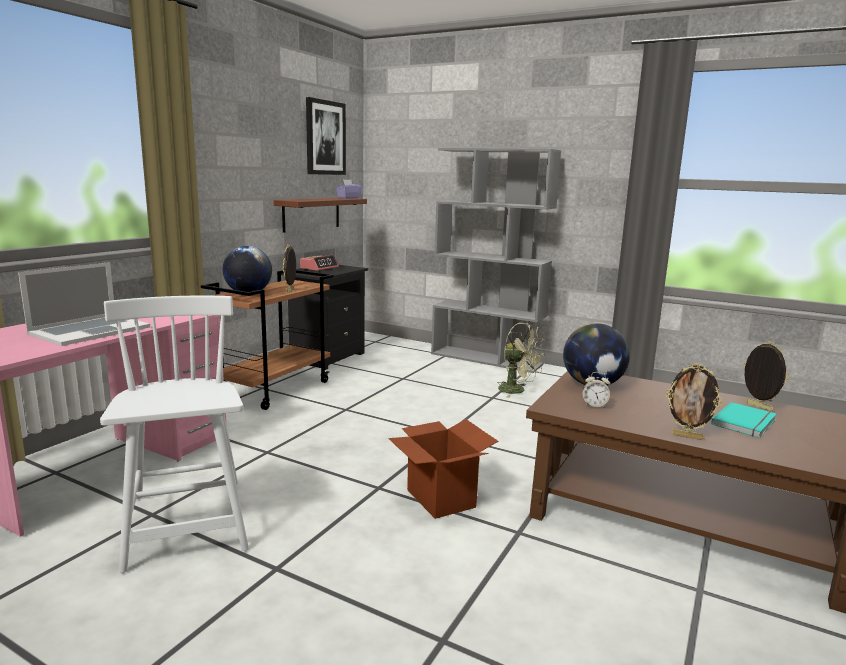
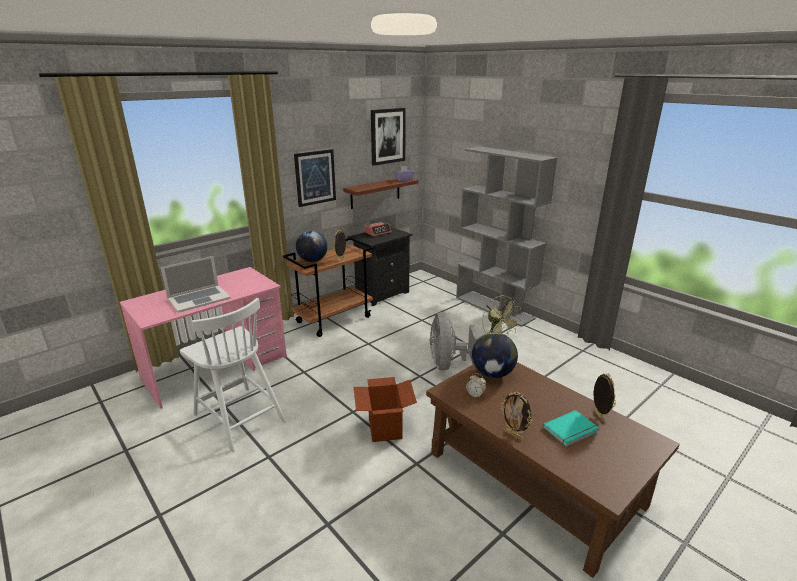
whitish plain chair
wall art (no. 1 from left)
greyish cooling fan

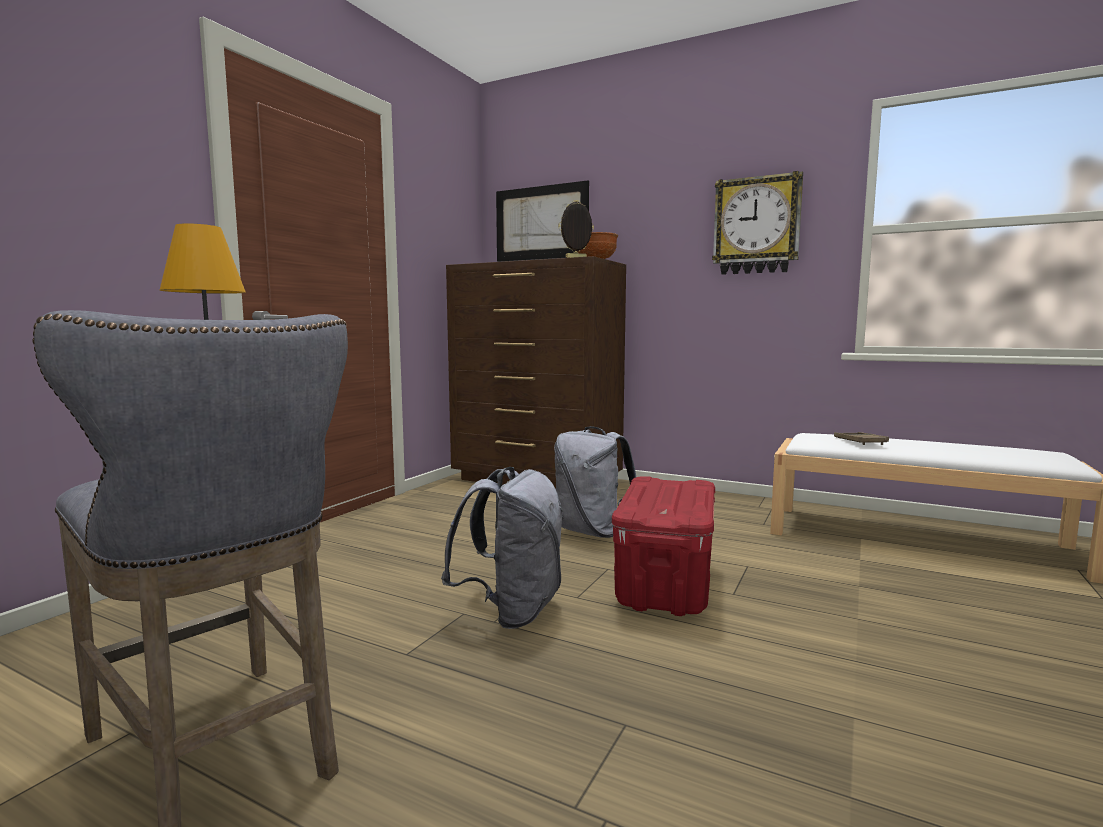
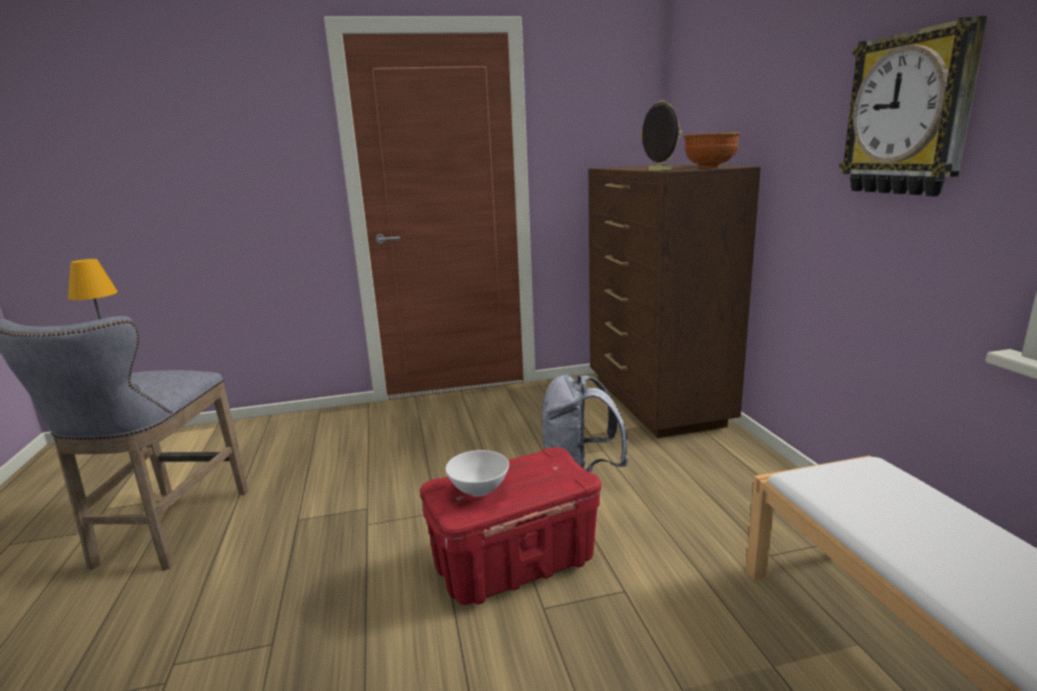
whitish serving bowl
greyish backpack (no. 1 from left in the first image)
wall art
brown-coloured serving tray

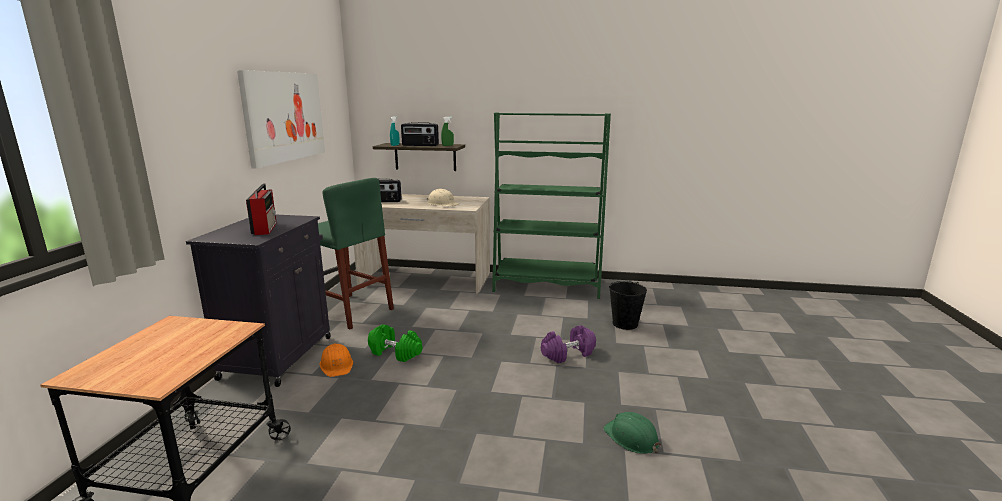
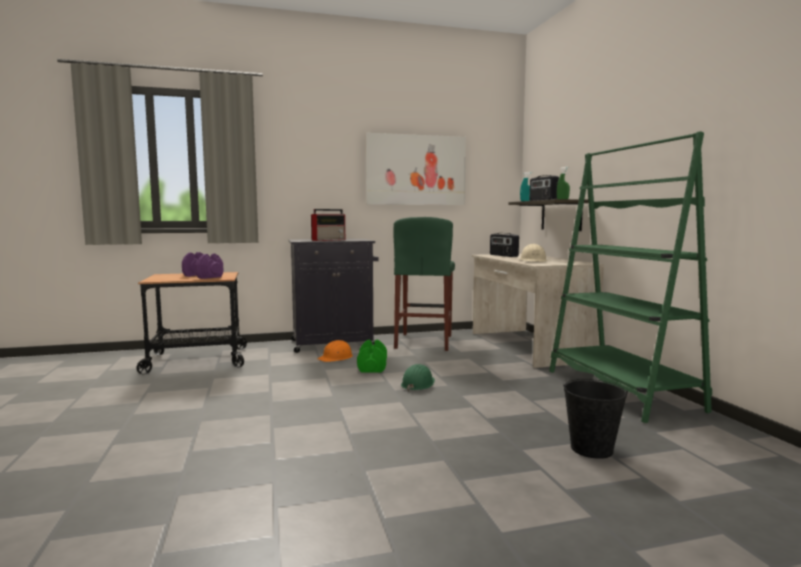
purplish hand weight
green work helmet

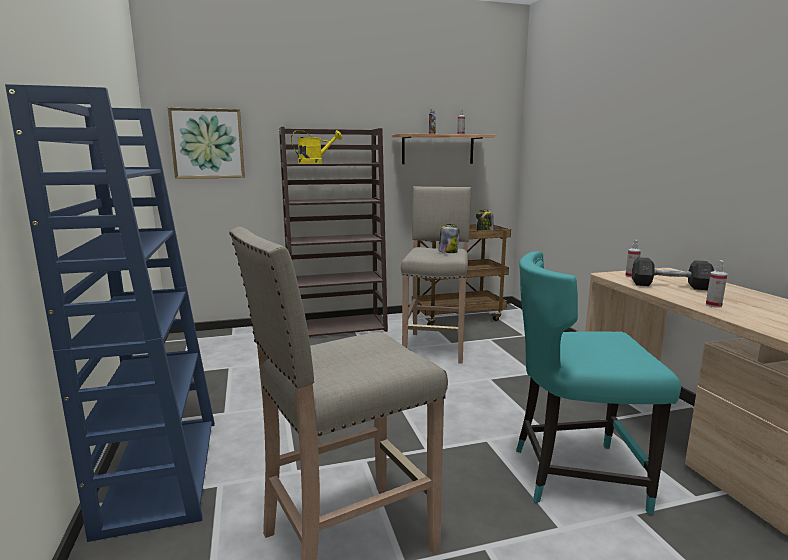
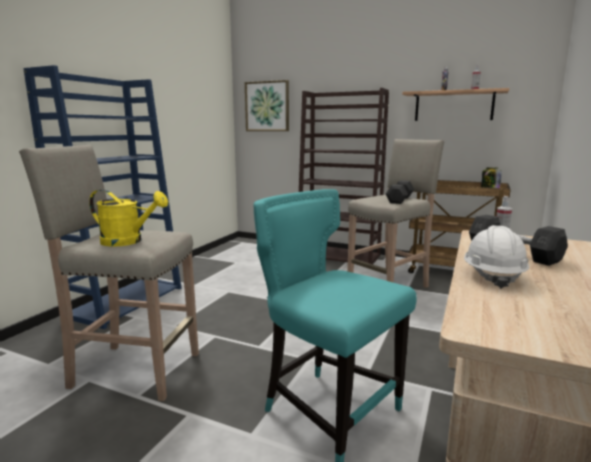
yellow-coloured sprinkling can
greyish hand weight (no. 1 from left)
whitish work helmet

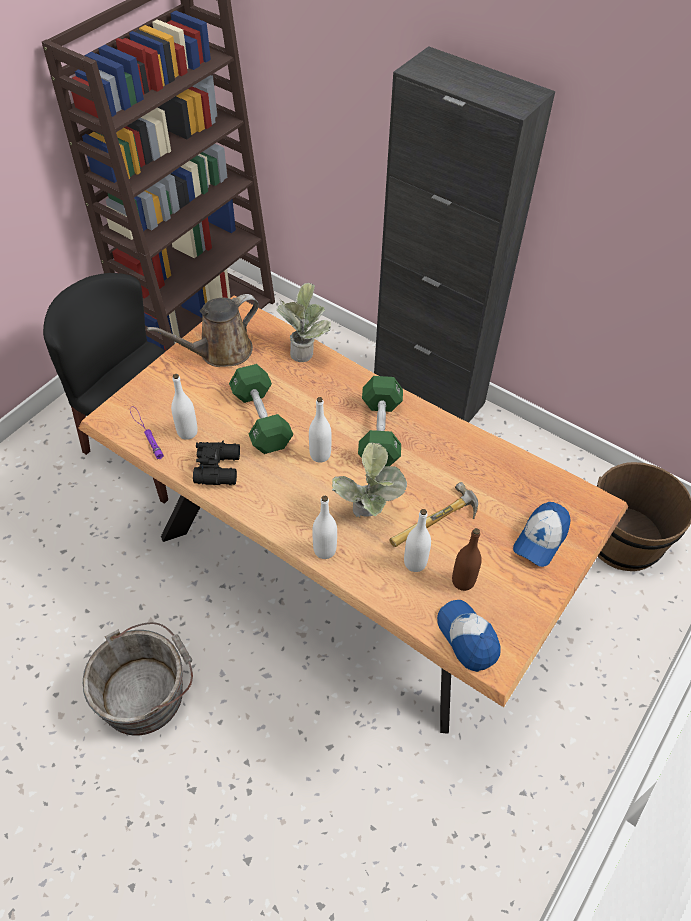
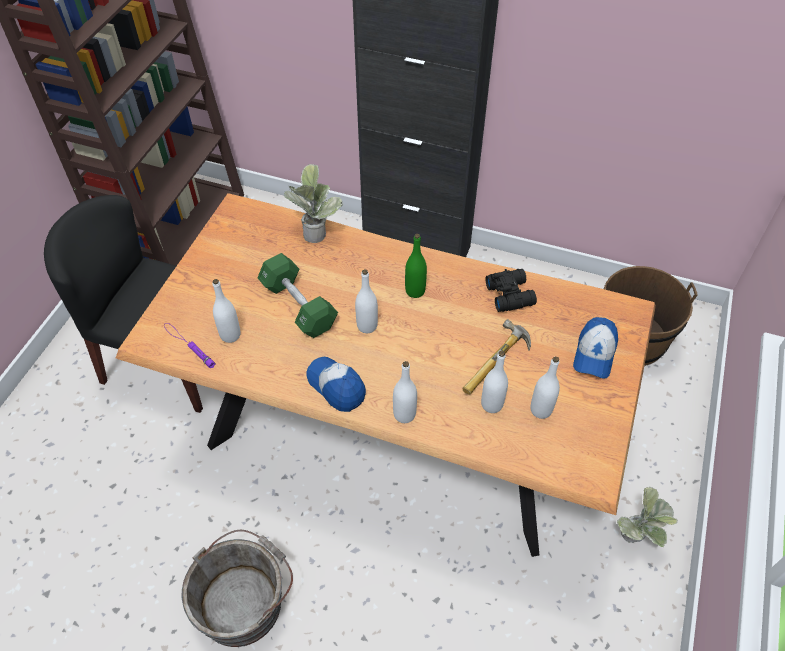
peaked cap (no. 1 from left)
green beverage bottle
blackish binoculars
whitish beverage bottle (no. 5 from left)
plant in a pot (no. 2 from left)
brown-coloured sprinkling can

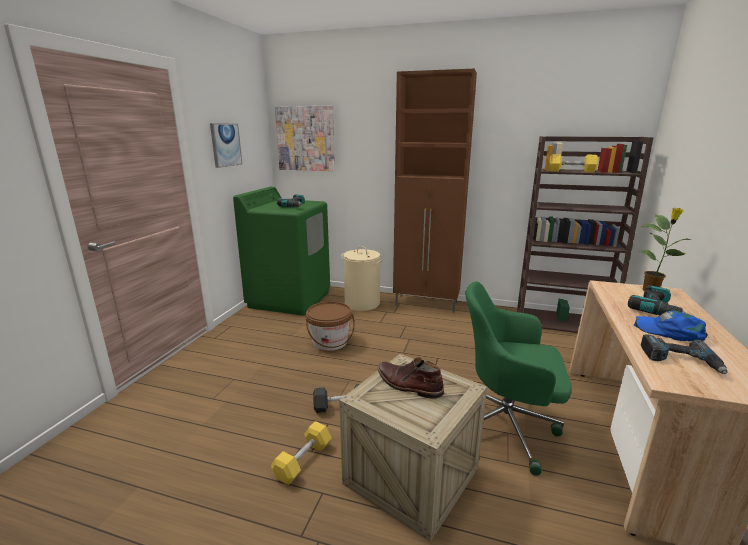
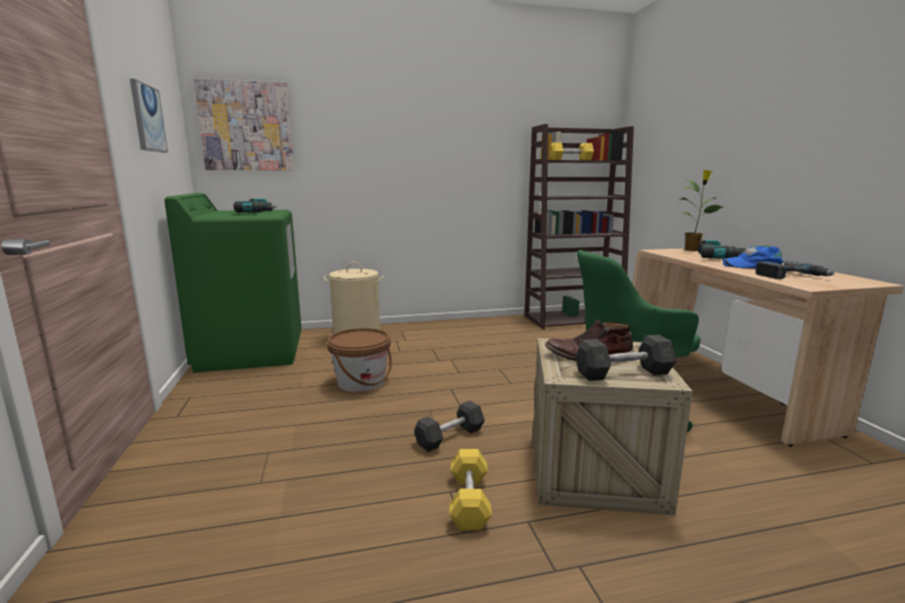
greyish hand weight (no. 2 from left)
brown-coloured storage cabinet

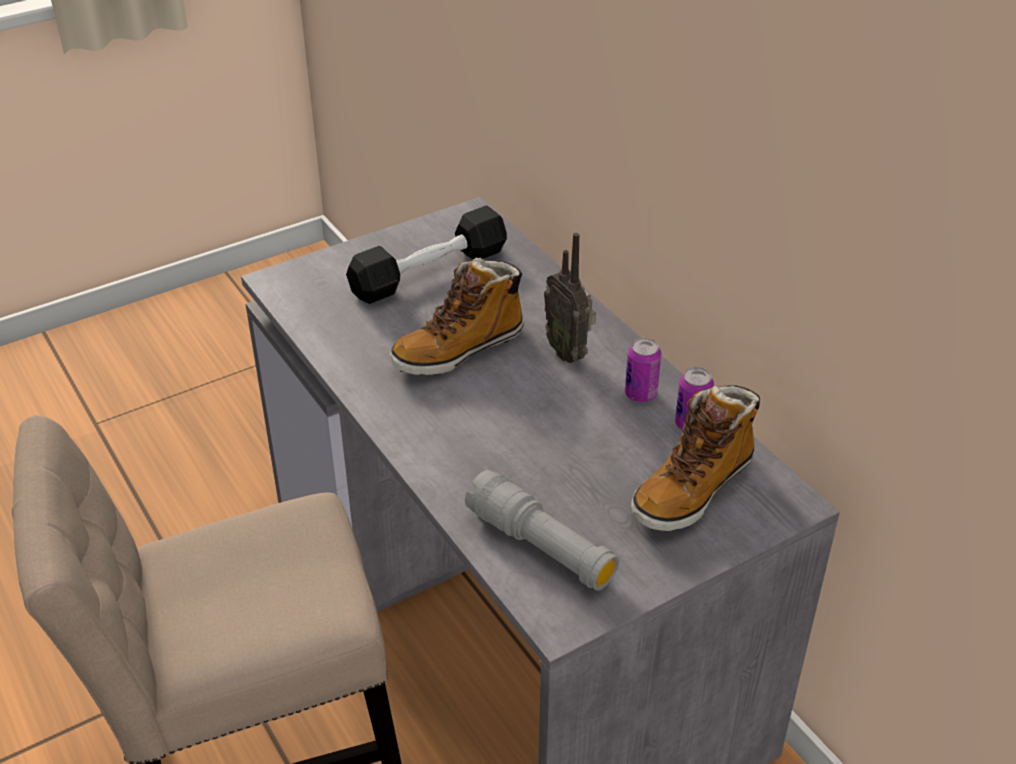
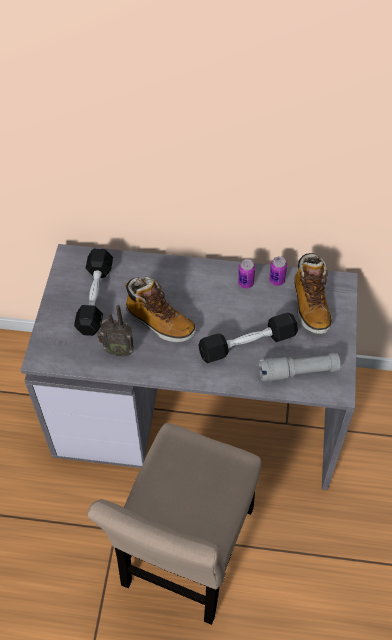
radio set
high-top boot (no. 1 from left)
blackish hand weight (no. 2 from left)

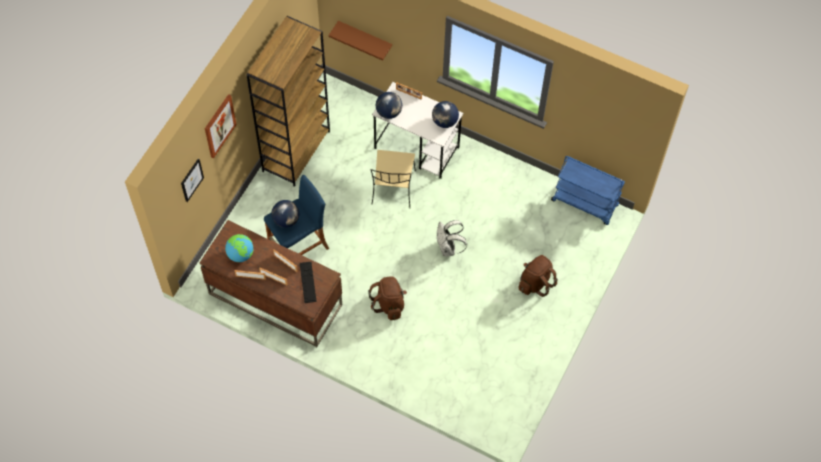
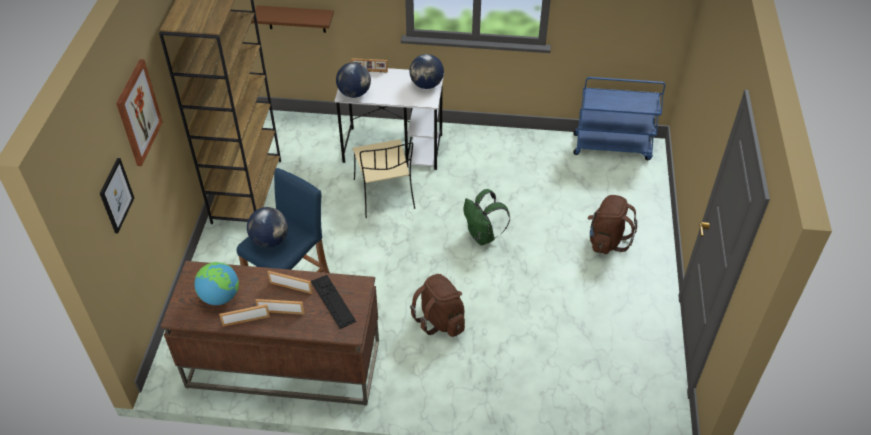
green backpack

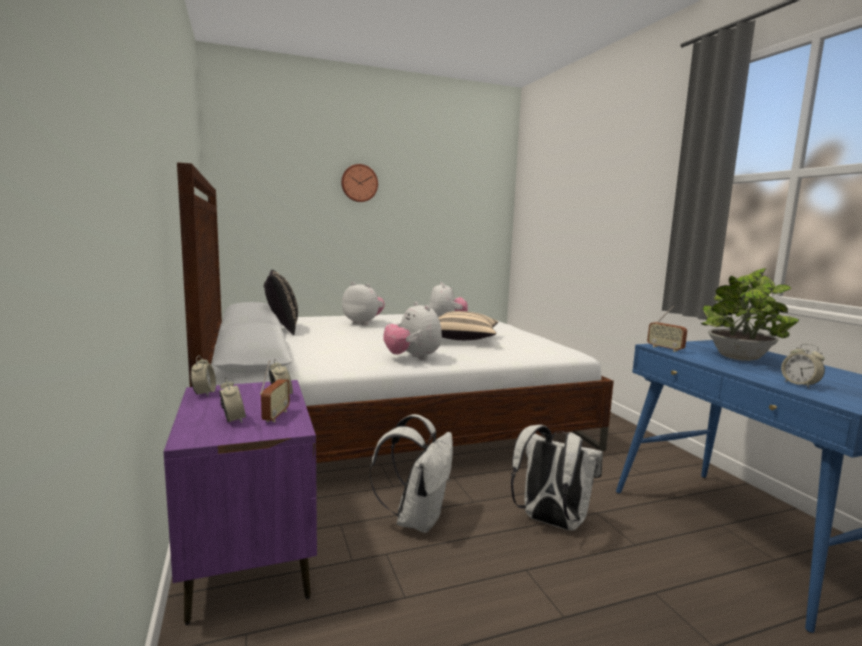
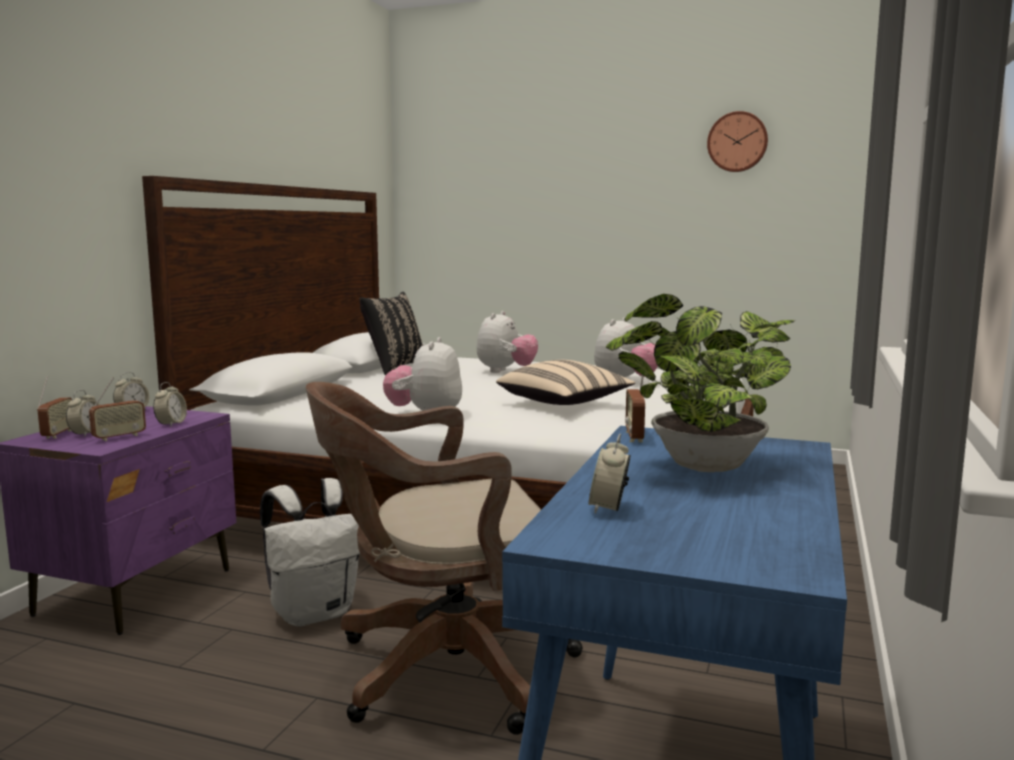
radio set (no. 1 from left)
brown-coloured desk chair
plush toy (no. 2 from left)
hanging clock

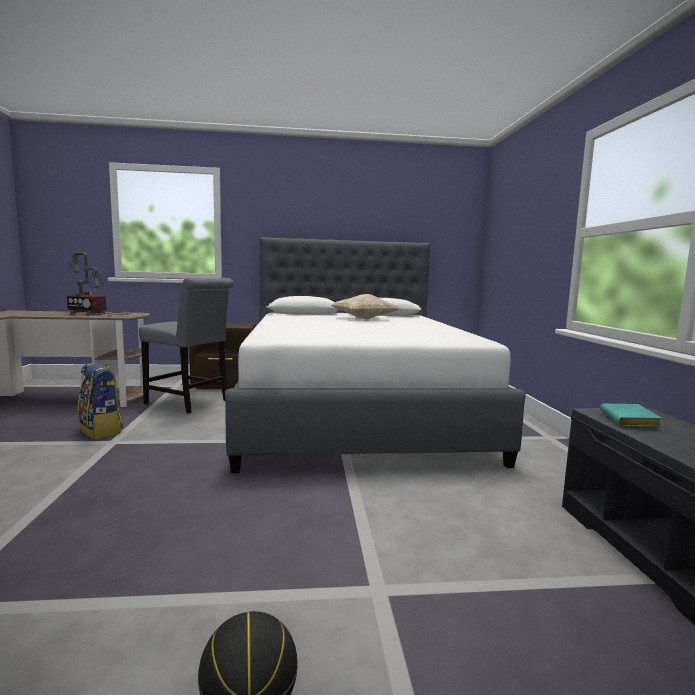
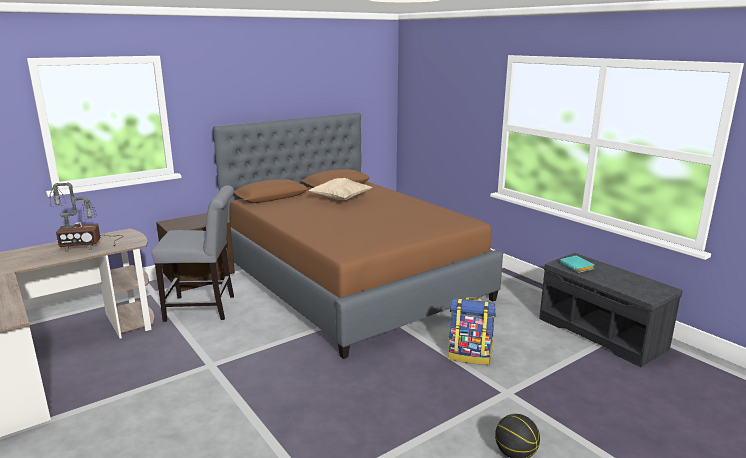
brown-coloured bedroom bed
backpack

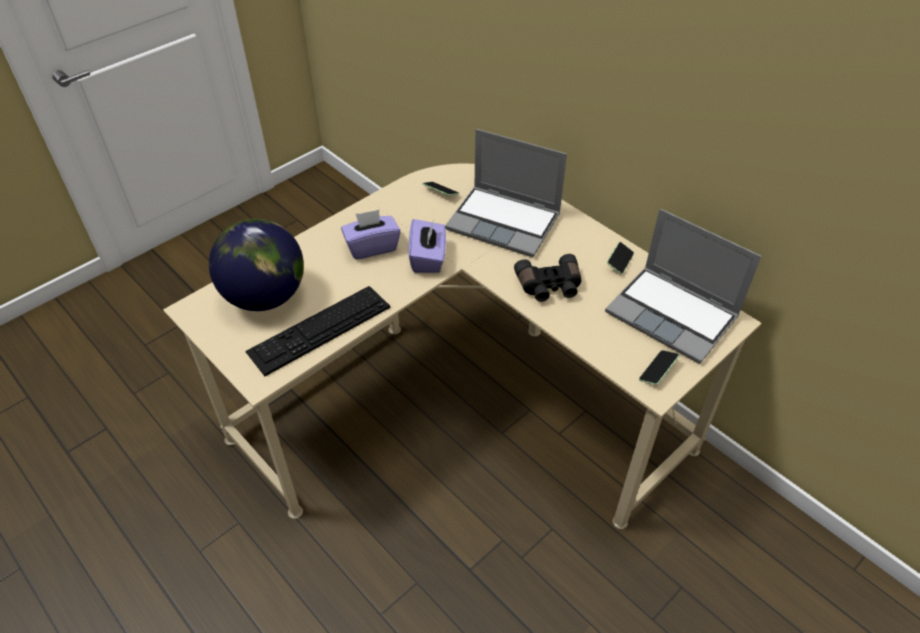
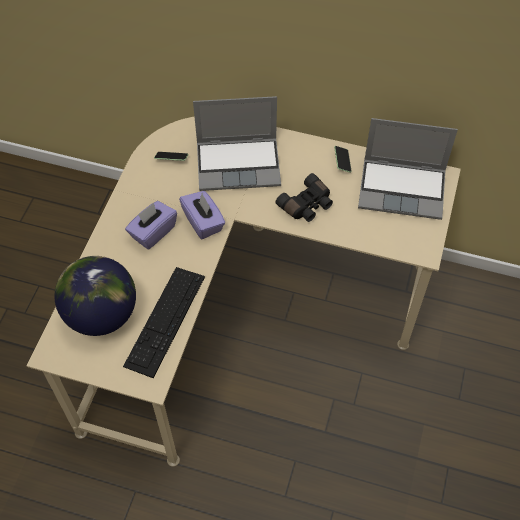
phone (no. 3 from left in the first image)

